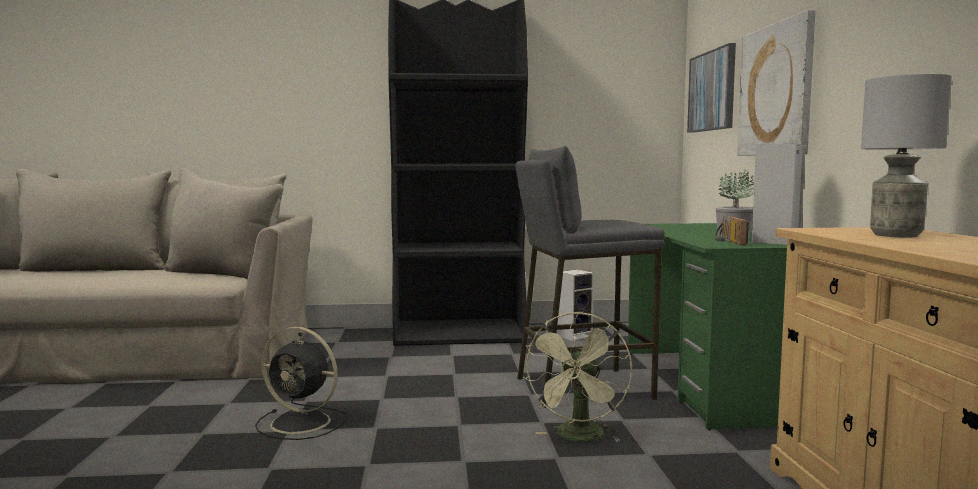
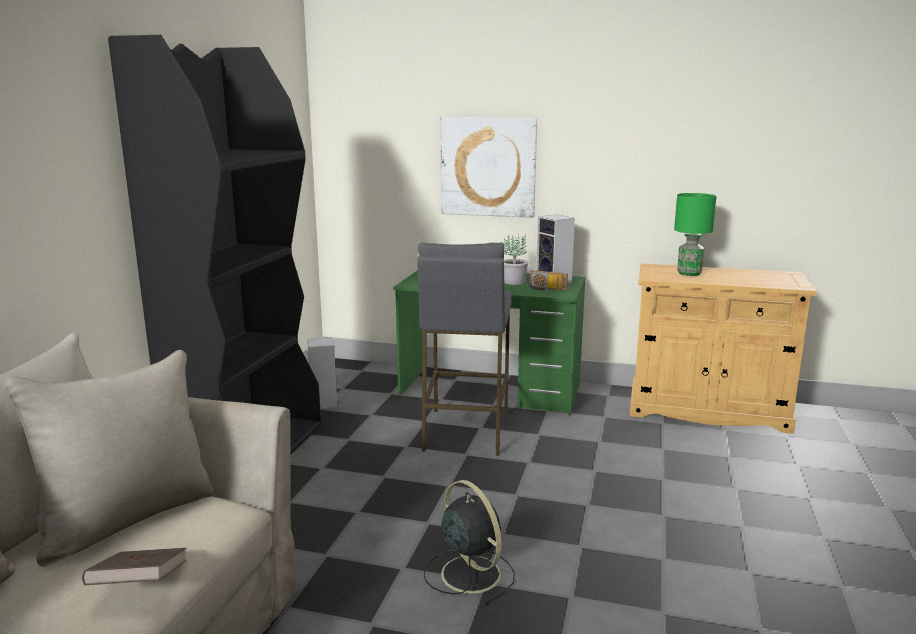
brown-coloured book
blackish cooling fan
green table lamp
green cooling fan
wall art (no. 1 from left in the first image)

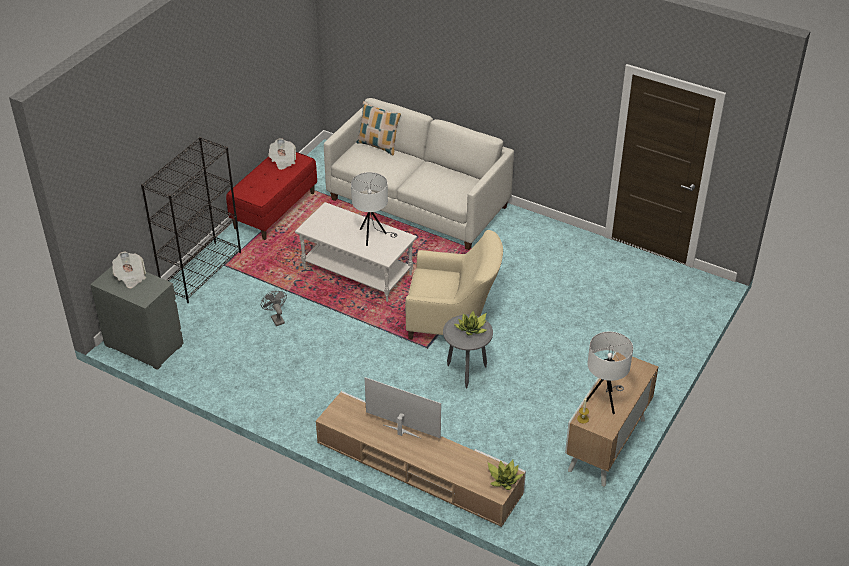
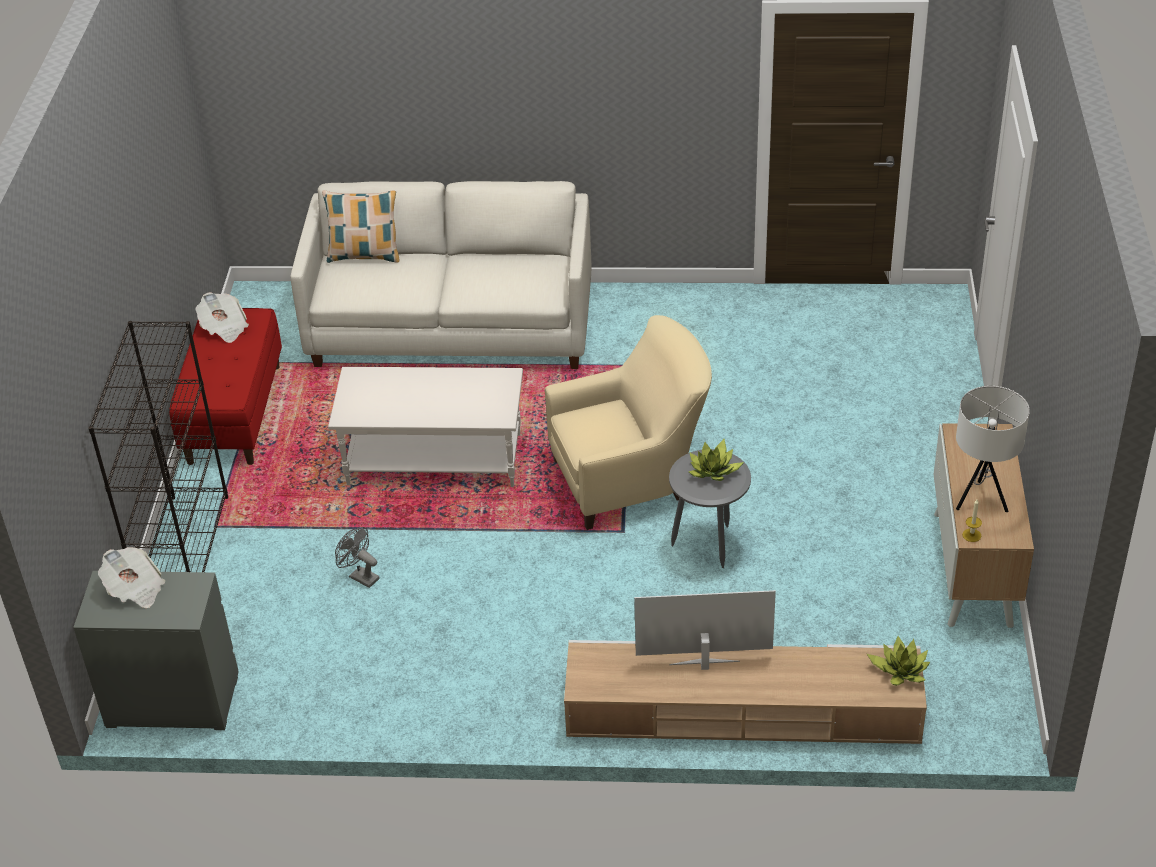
whitish table lamp (no. 1 from left in the first image)

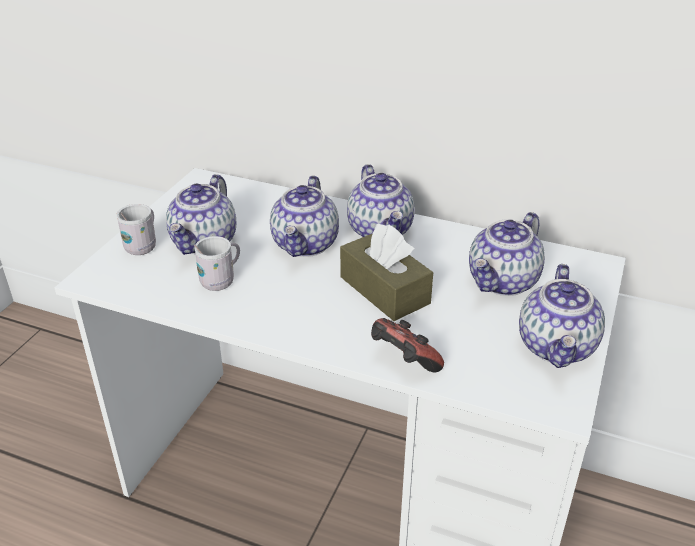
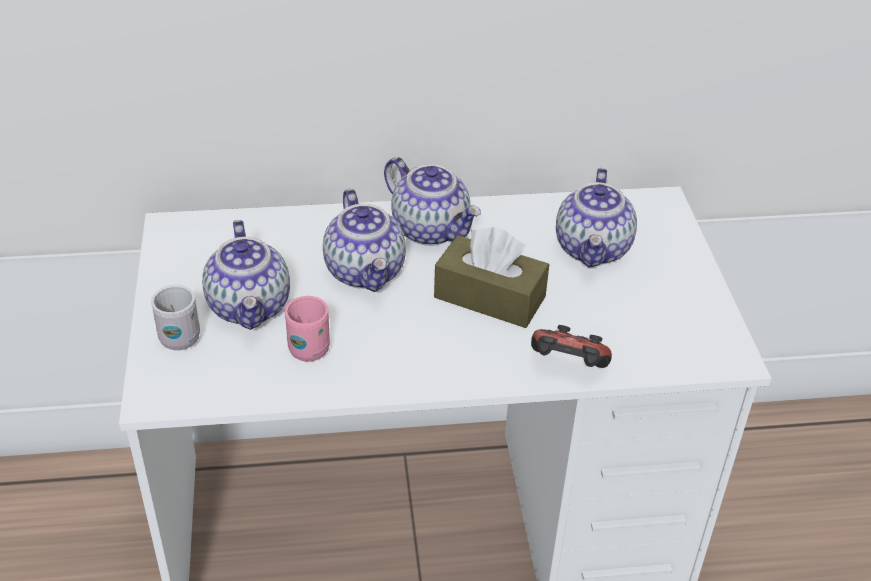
pink-coloured coffee mug
tea pot (no. 5 from left in the first image)

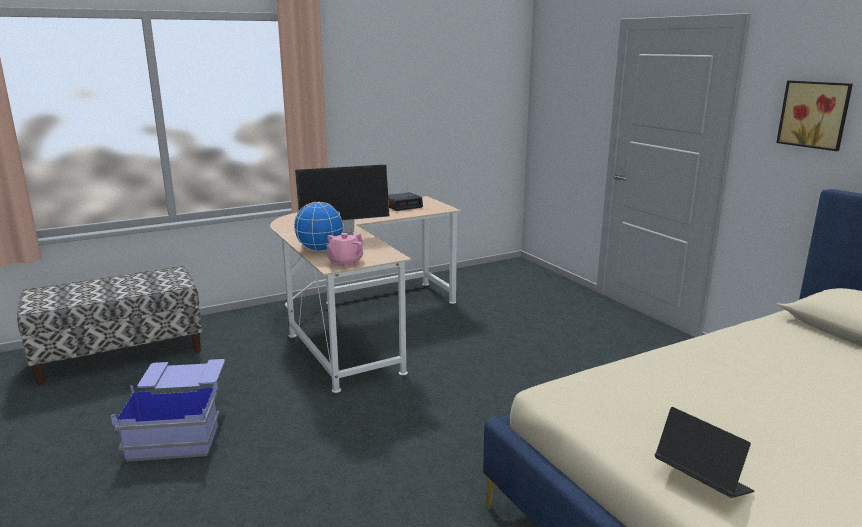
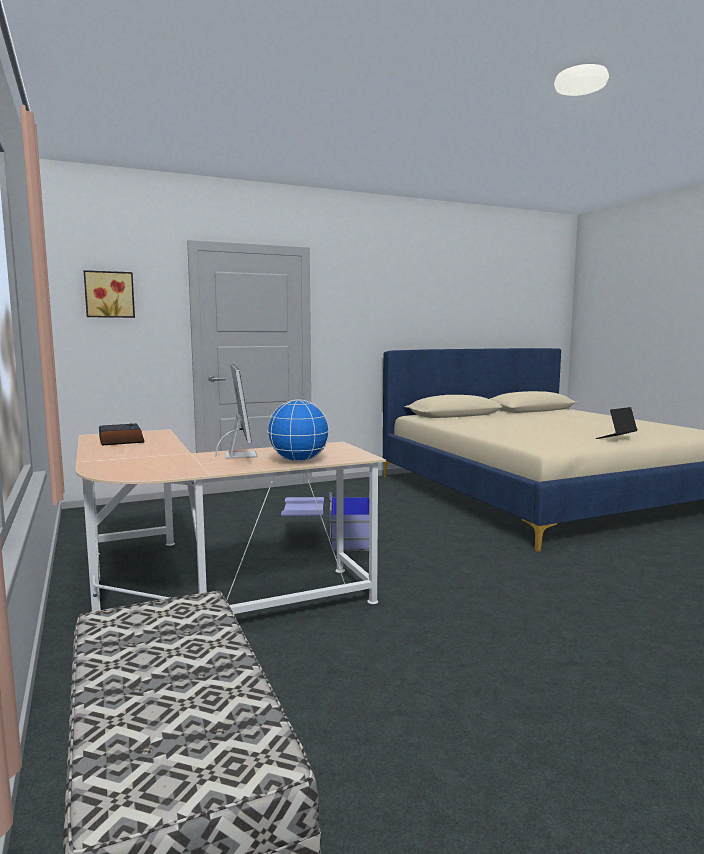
wall art
bluish storage container
pink-coloured tea pot

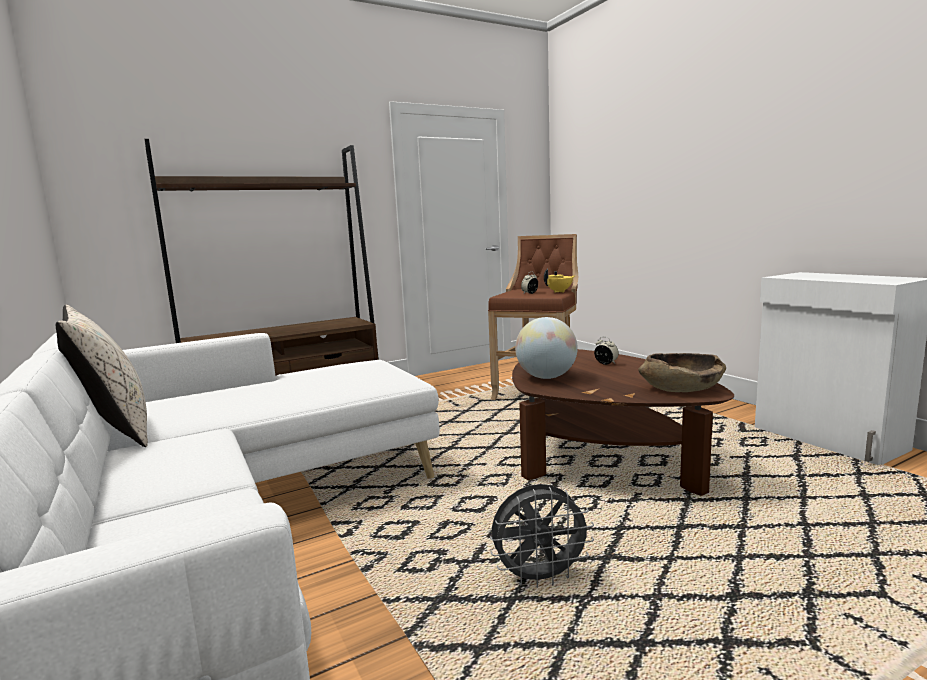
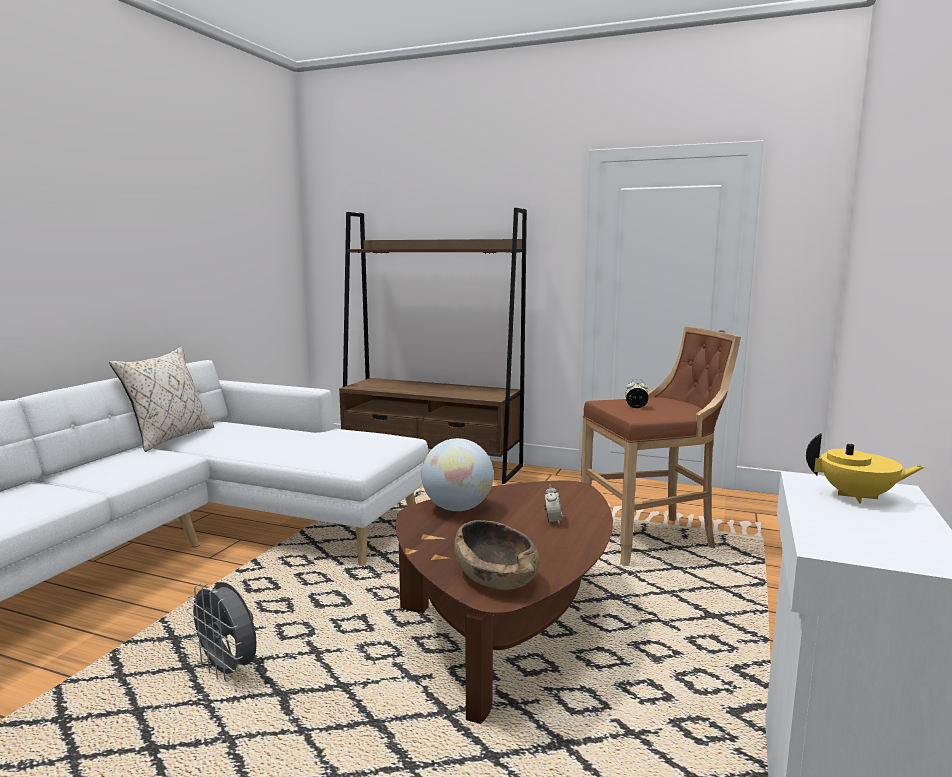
yellow-coloured tea pot

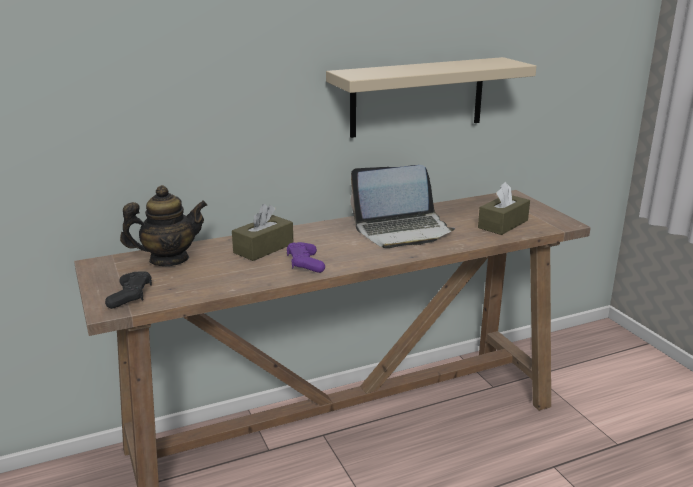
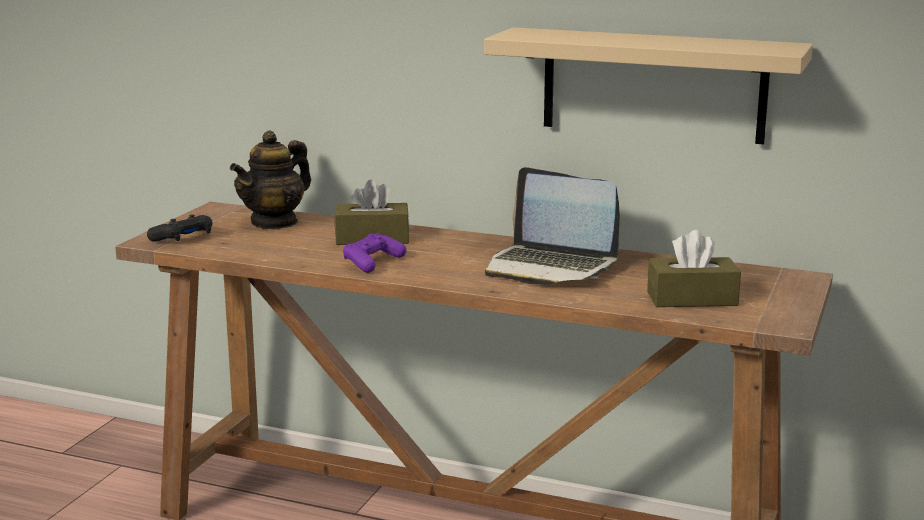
tea pot

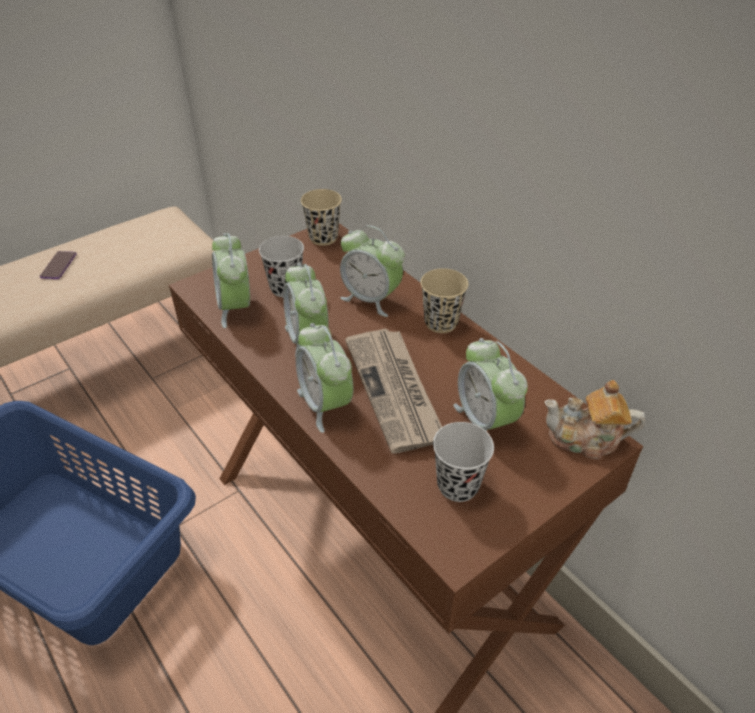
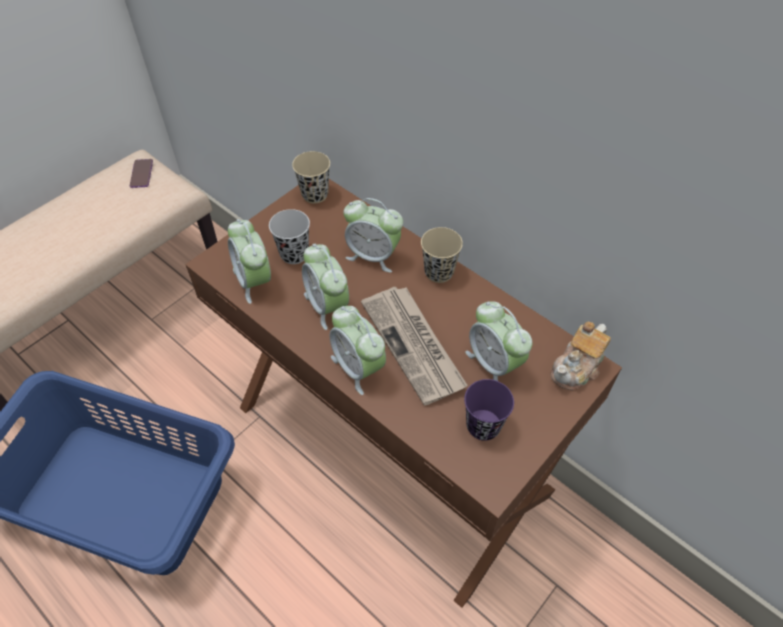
phone
purplish cup
tea pot

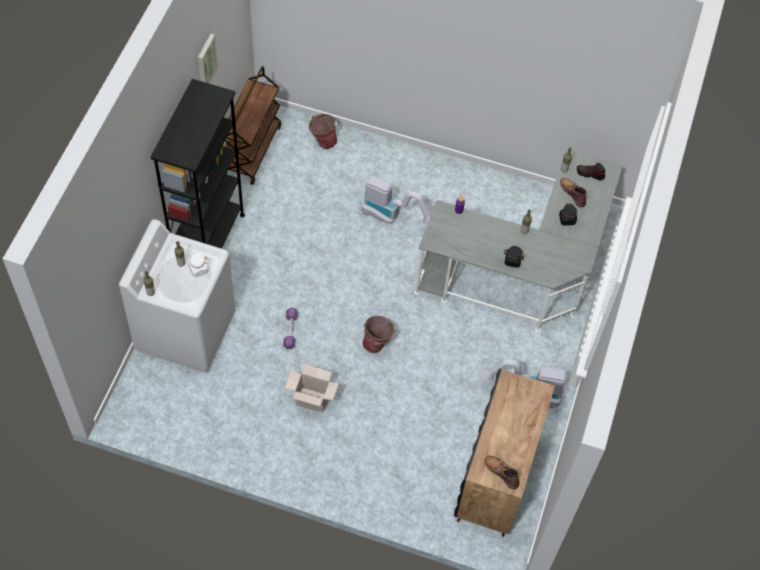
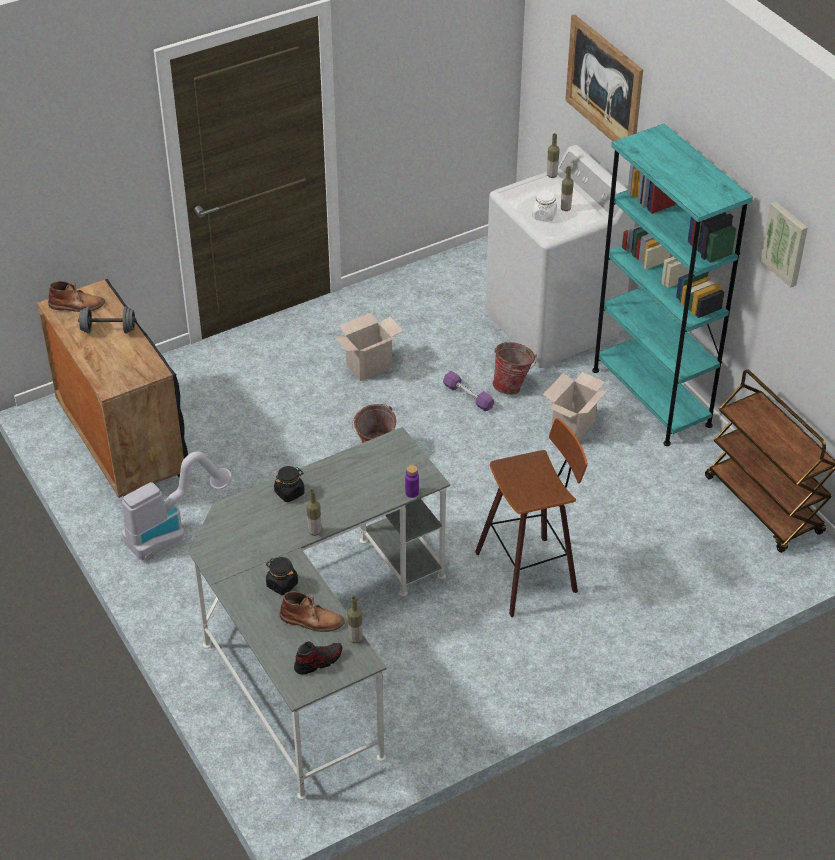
greyish hand weight
stool seat
water bucket (no. 2 from left)
carton (no. 2 from left)
wall art (no. 1 from left)
turquoise-coloured bookcase

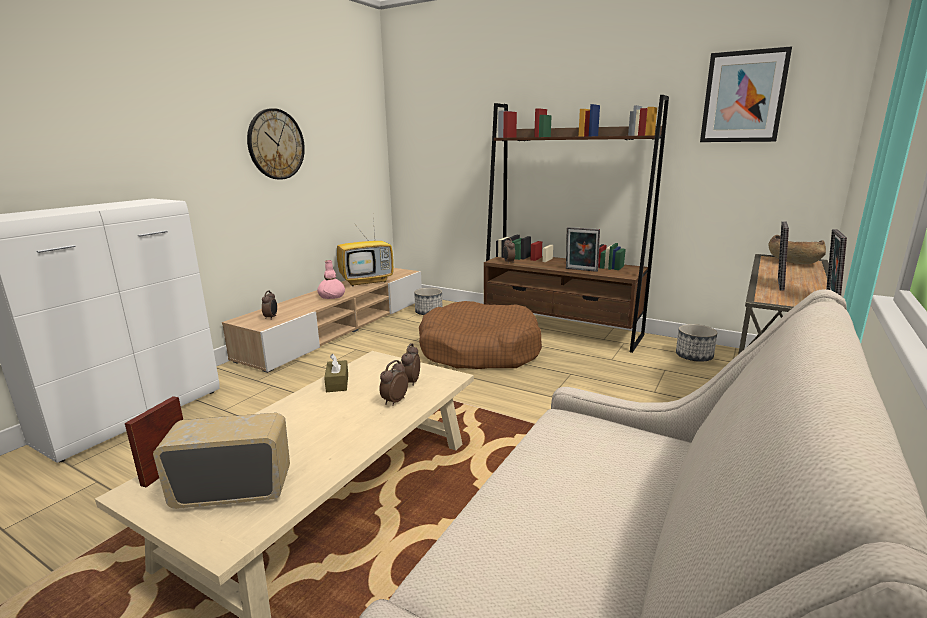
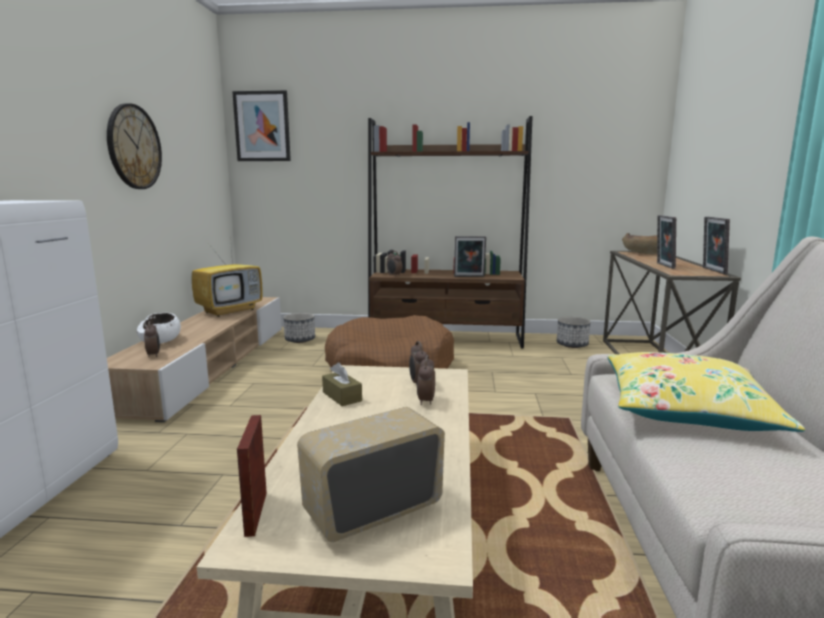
whitish serving bowl
wall art
yellow-coloured pillow
pink-coloured decorative vase

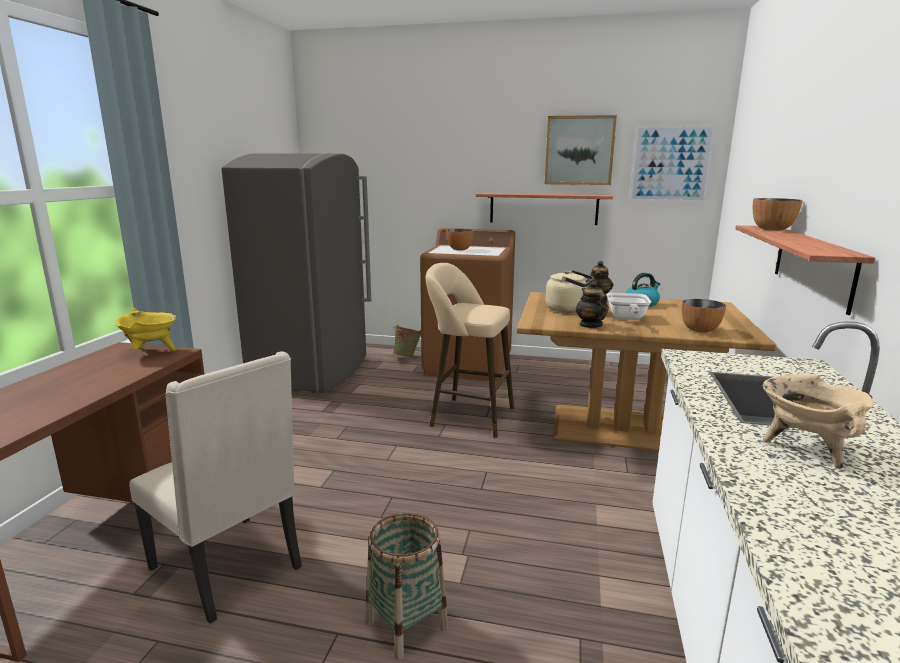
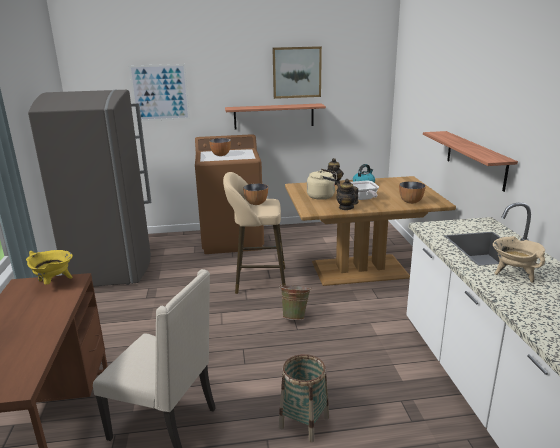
wall art (no. 1 from left)
serving bowl (no. 2 from left)
green water bucket

